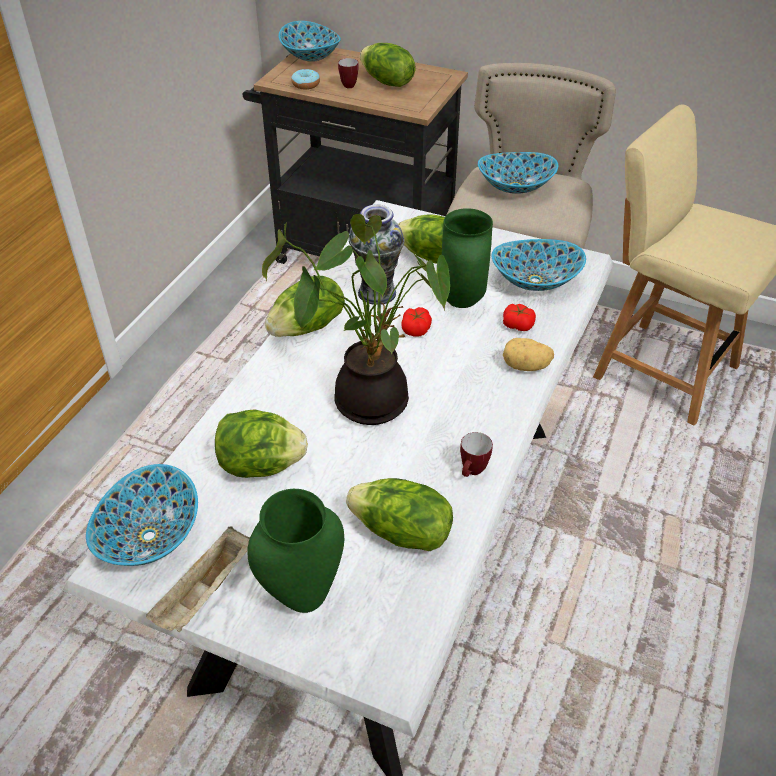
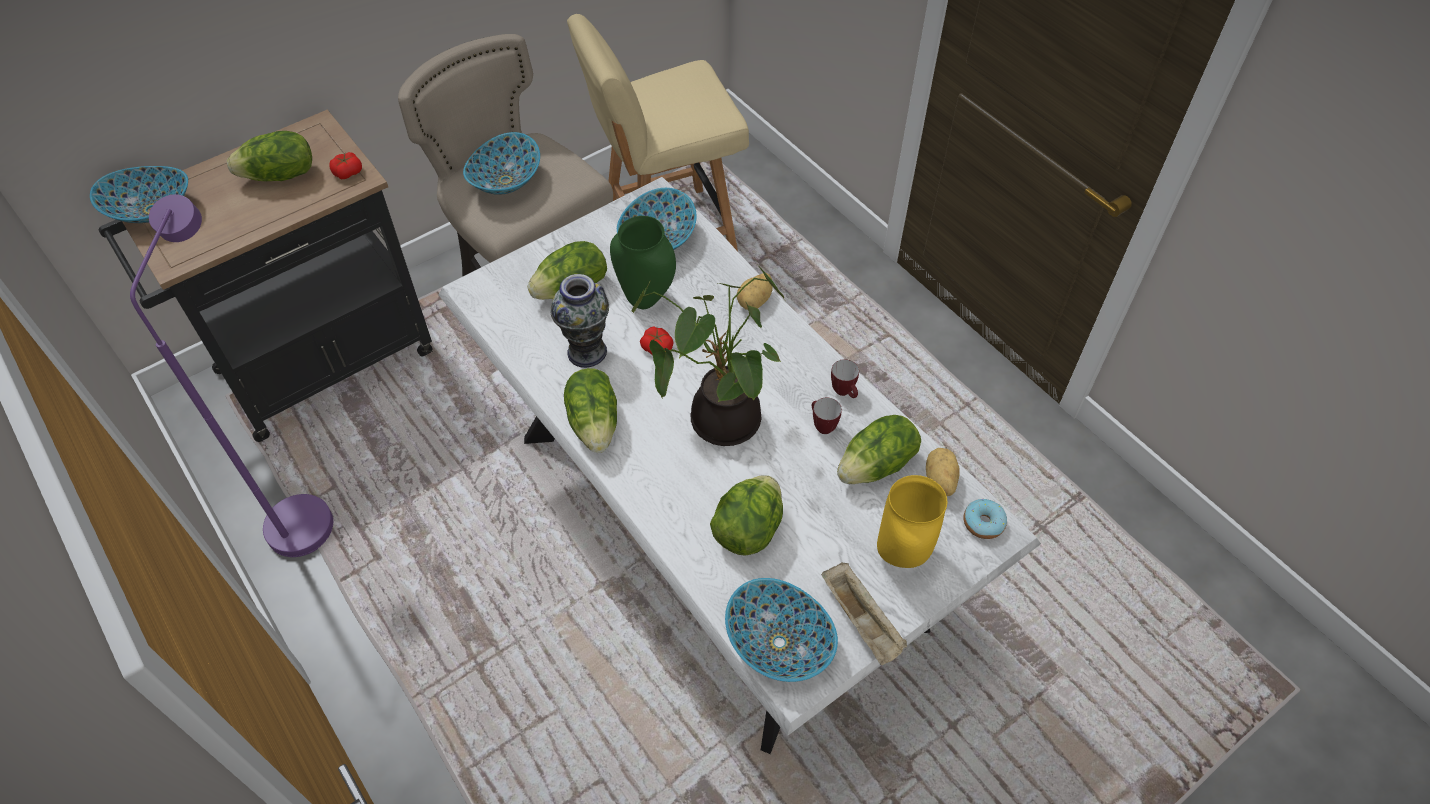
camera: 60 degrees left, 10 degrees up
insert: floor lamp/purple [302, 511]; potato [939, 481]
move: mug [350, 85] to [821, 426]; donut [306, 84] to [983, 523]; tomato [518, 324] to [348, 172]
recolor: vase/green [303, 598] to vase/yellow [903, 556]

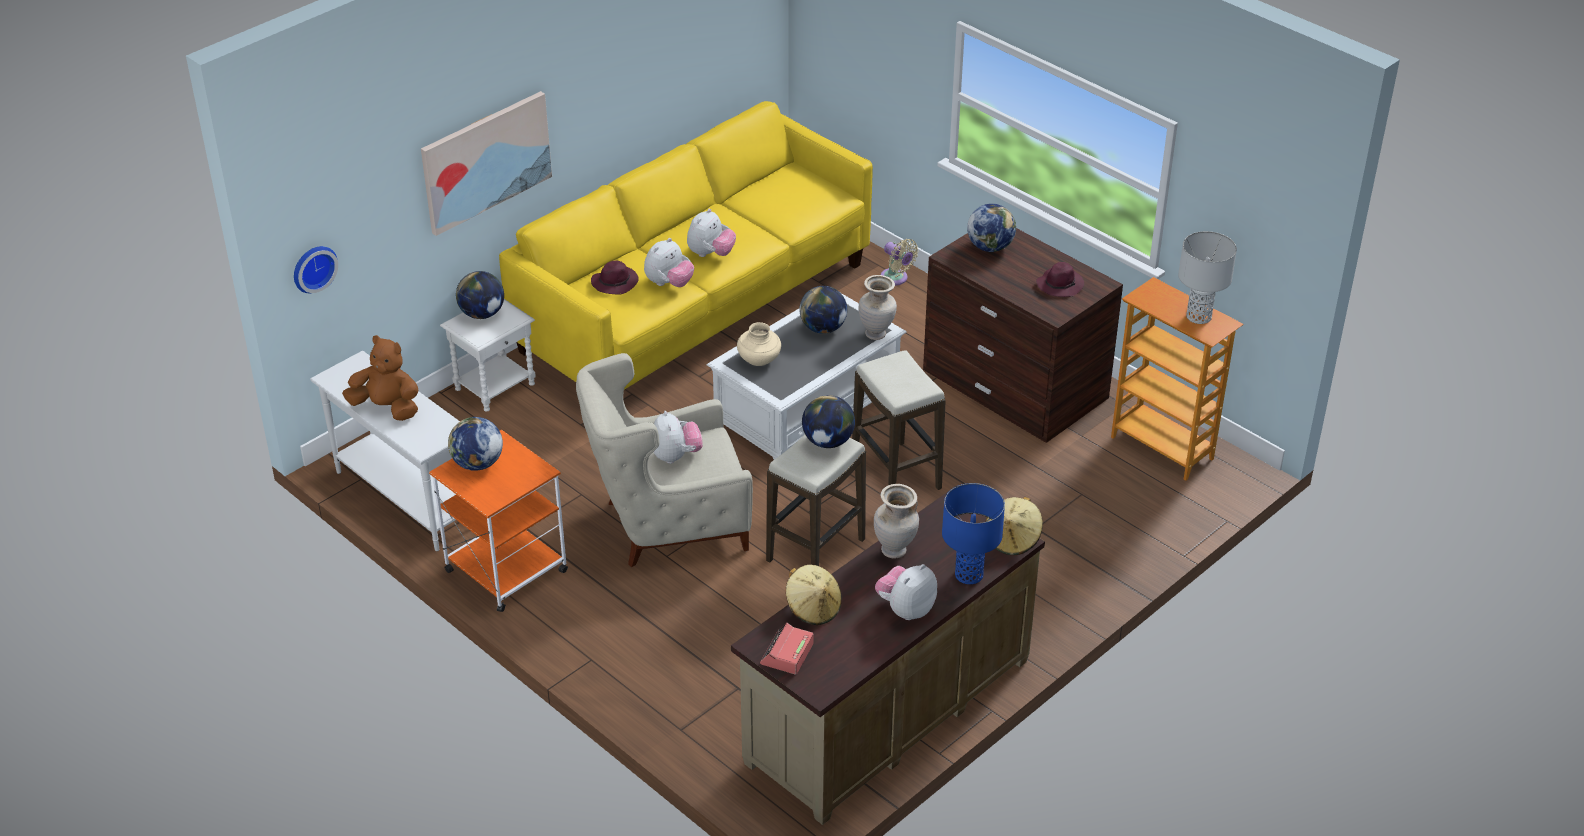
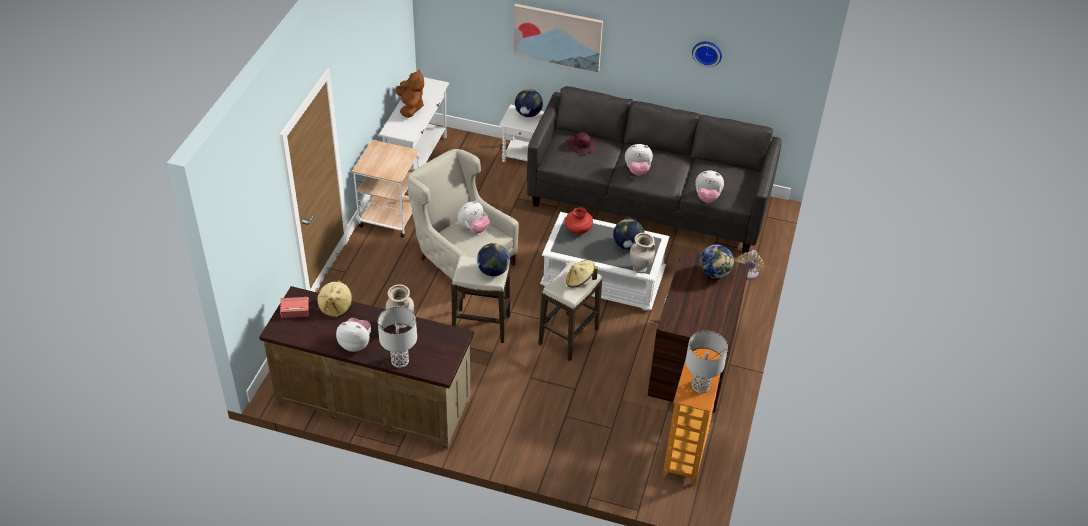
camera: 60 degrees right, 5 degrees up
delete: hat/purple [1060, 284]; globe [477, 464]
move: plush toy [669, 284] to [707, 197]; wall clock [313, 267] to [707, 52]; hat/beige [1013, 539] to [580, 281]
recolor: sofa/yellow [697, 309] to sofa/grey [648, 203]; vase/beige [759, 360] to vase/red [578, 230]; cart/orange [505, 569] to cart/beige [390, 216]; table lamp/blue [969, 575] to table lamp/white [399, 361]

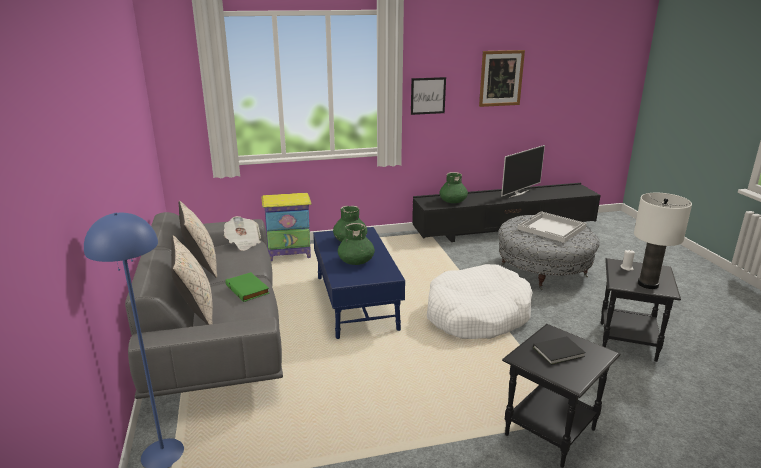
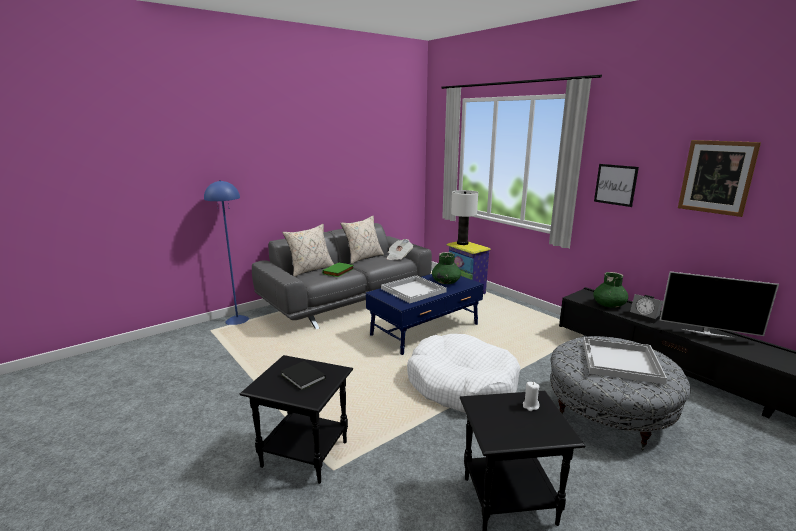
camera: 65 degrees right, 5 degrees down
insert: alarm clock [645, 317]
move: table lamp/white [648, 284] to [462, 243]
replace: vase/green [356, 261] to tray/white [414, 290]

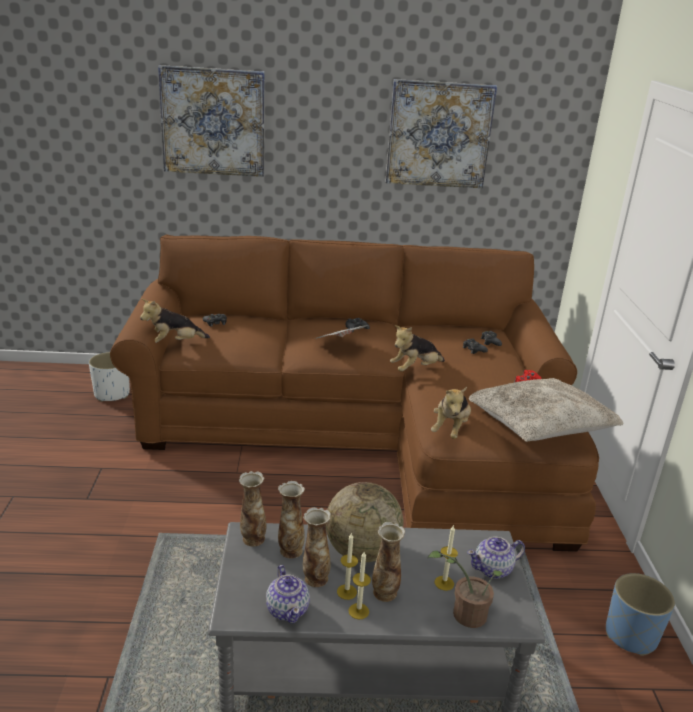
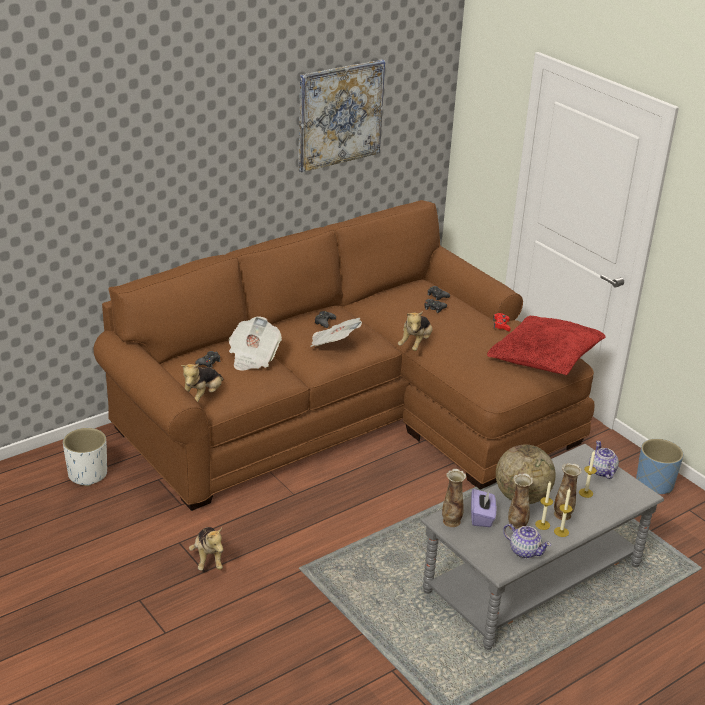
camera: 35 degrees left, 5 degrees up
delete: picture [213, 122]; potted plant [464, 614]
insert: newspaper [253, 357]
move: plush toy [450, 429] to [208, 558]
replace: vase [290, 550] to tissue box/purple [482, 517]
recolor: pillow/beige [539, 425] to pillow/red [544, 358]
rotate: teapot [493, 569] = [601, 471] 135 degrees clockwise

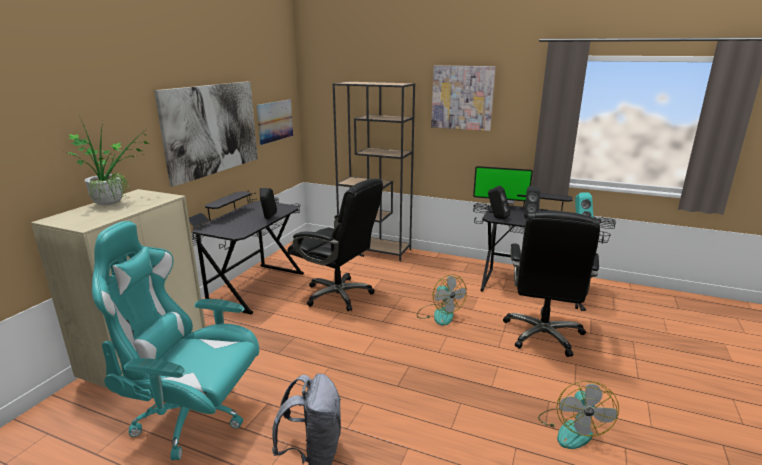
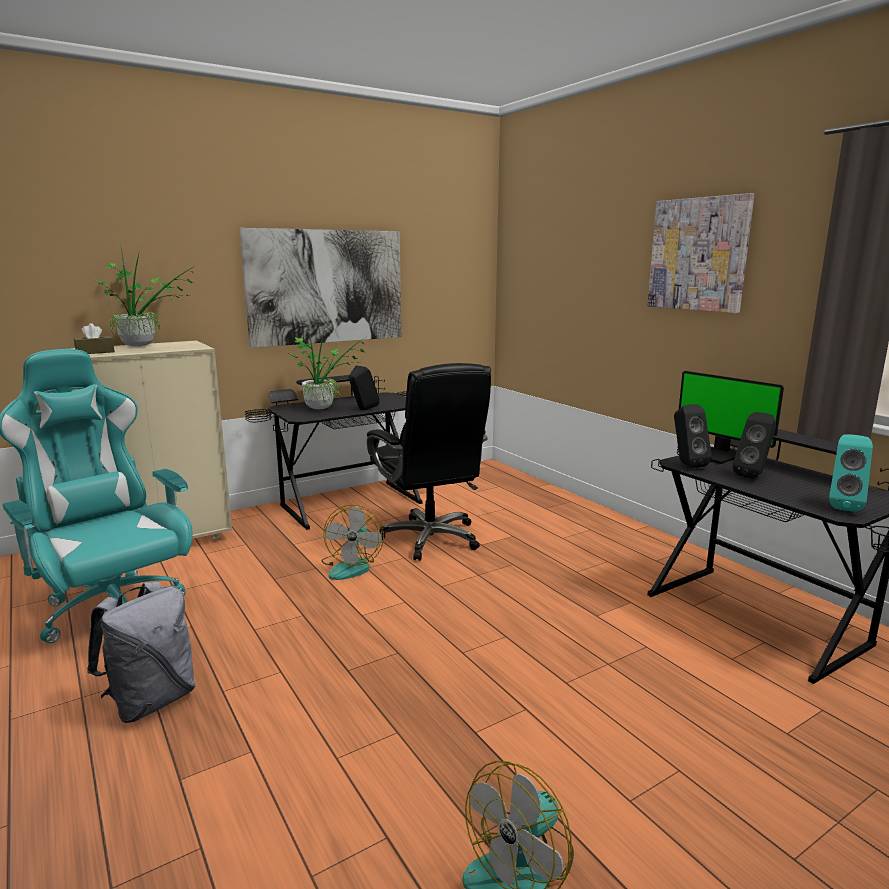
camera: 35 degrees right, 5 degrees down
delete: bookcase [375, 250]; picture [275, 121]; office chair/black [542, 333]
insert: tissue box/brown [95, 352]; potted plant [324, 407]
move: fan [439, 314] to [352, 566]

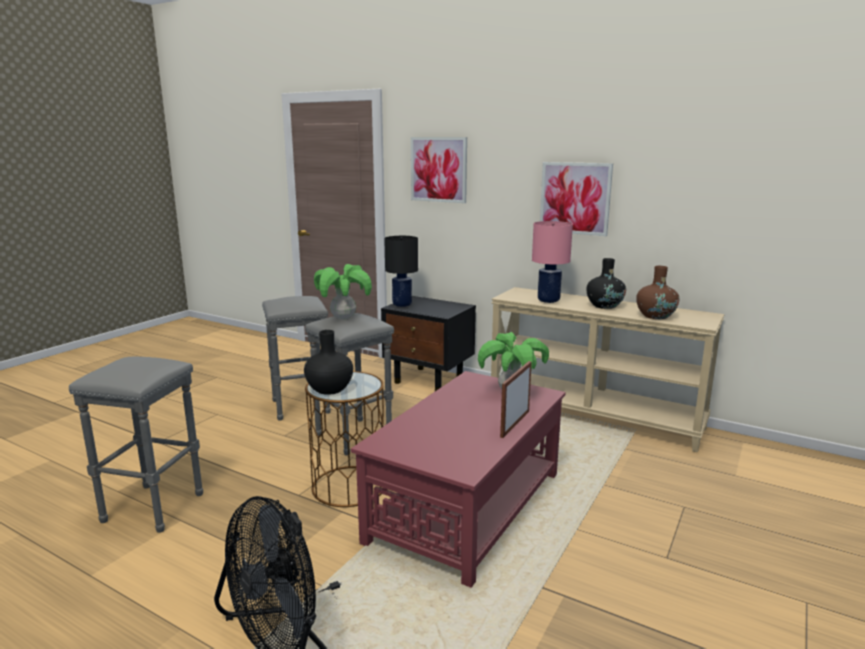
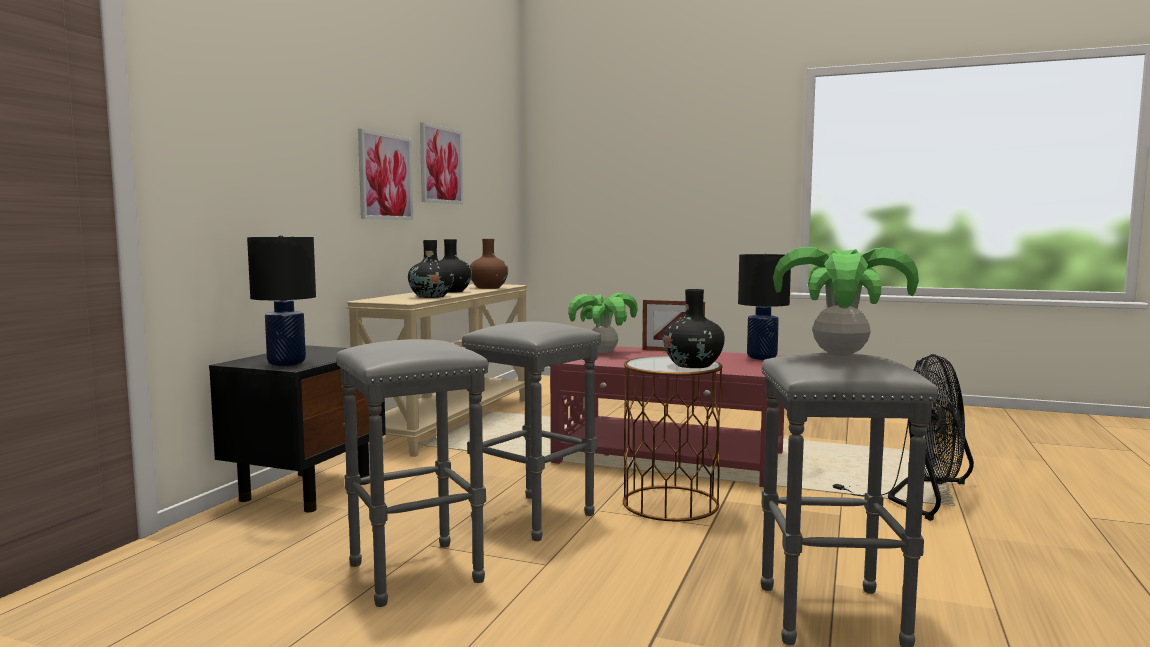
camera: 100 degrees left, 10 degrees down
insert: table lamp/black [761, 359]
move: picture [439, 169] to [440, 165]; potted plant [343, 318] to [840, 354]
replace: table lamp/pink [548, 301] to vase/black [431, 296]

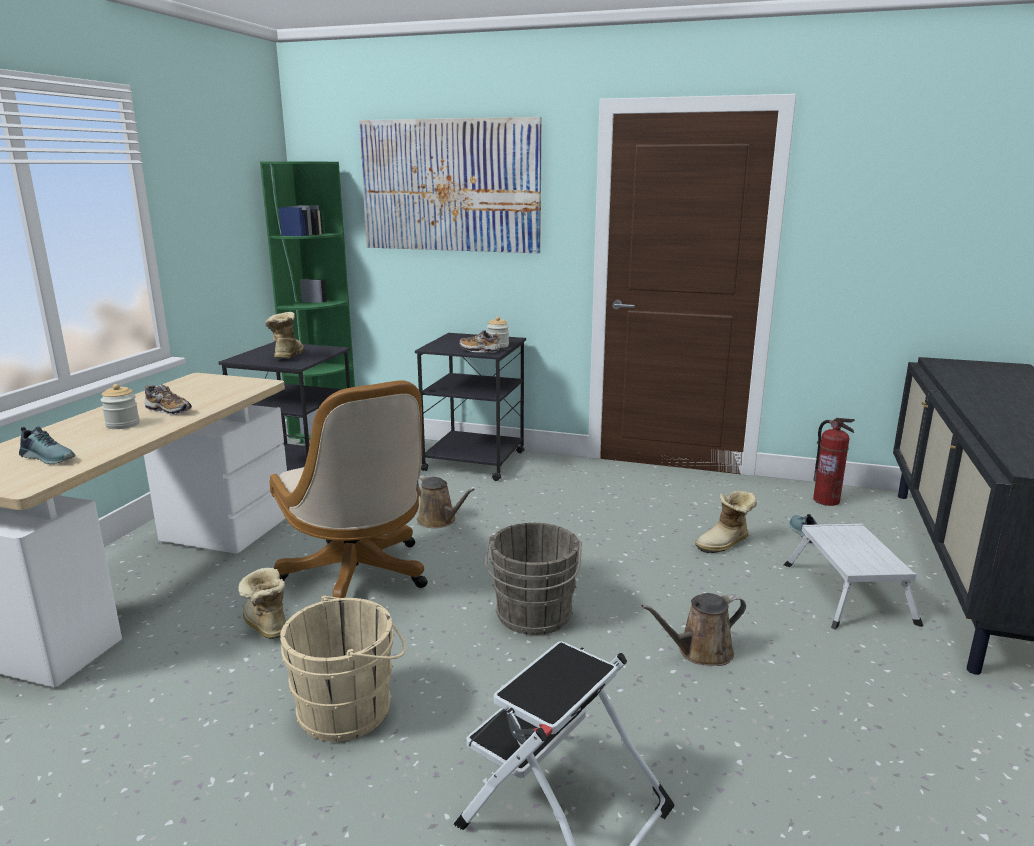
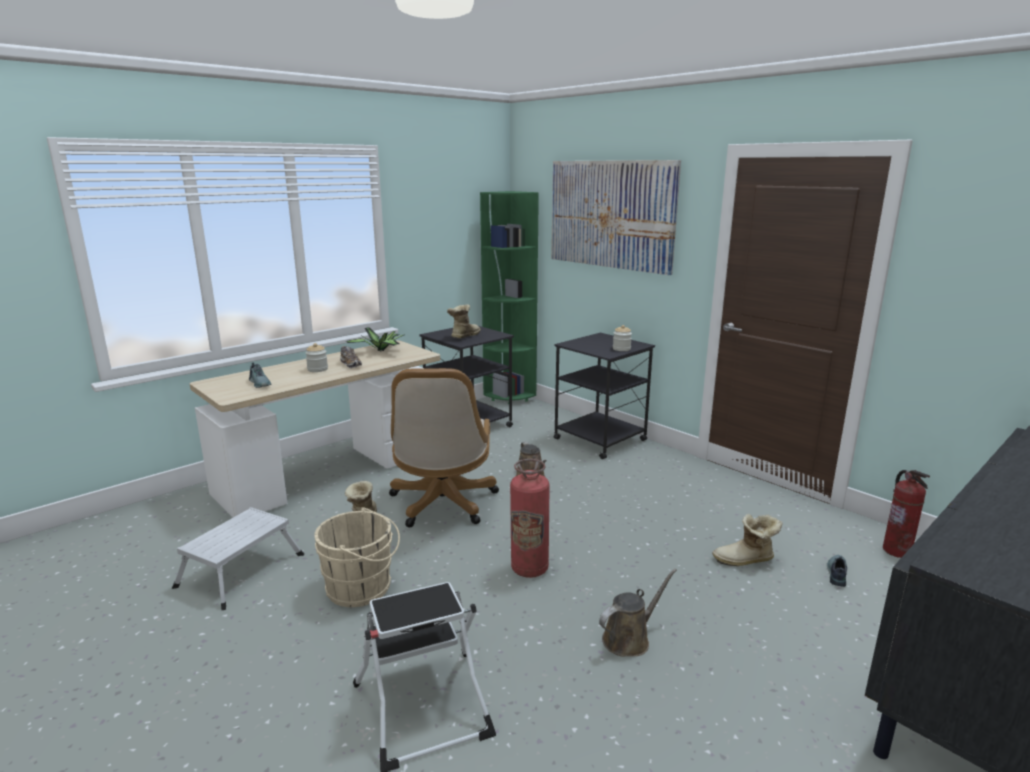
camera: 30 degrees right, 0 degrees up
delete: shoe [479, 350]
insert: potted plant [381, 351]
move: step ladder/white [848, 592] to [241, 570]
replace: bucket/grey [533, 617] to fire extinguisher [529, 569]
rotate: watering can/brown [700, 652] = [629, 639] 135 degrees clockwise

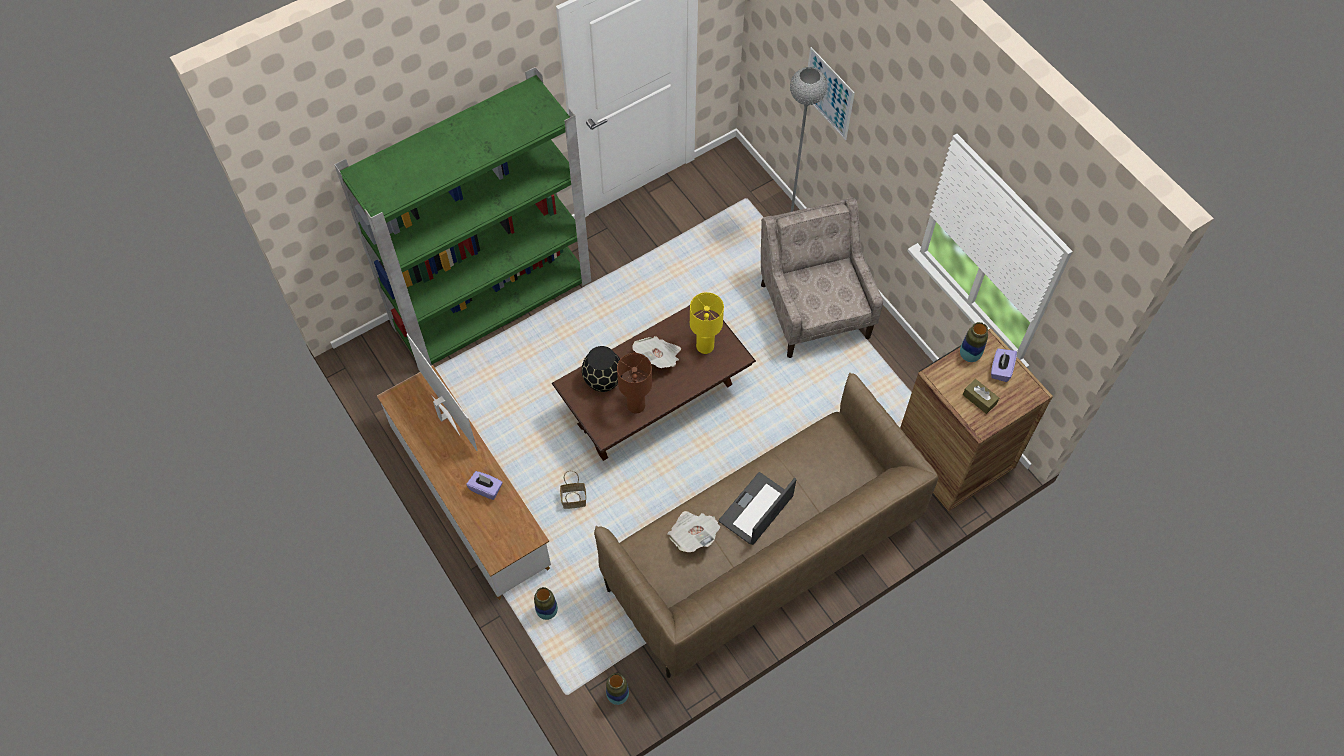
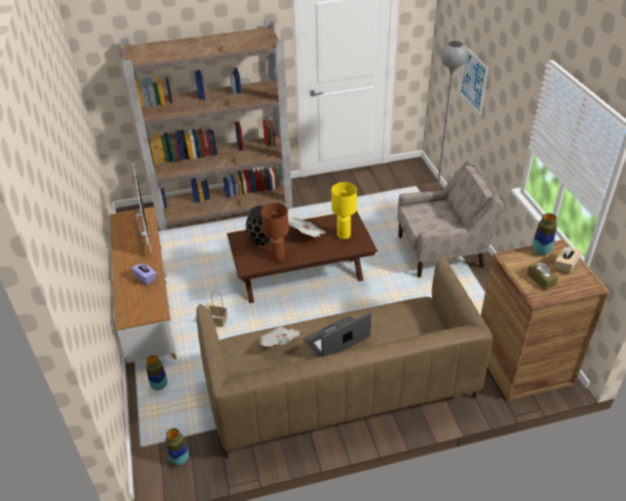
camera: 20 degrees right, 20 degrees down
recolor: bookcase/green [492, 303] to bookcase/brown [223, 205]; tissue box/purple [1000, 370] to tissue box/beige [565, 265]
rotate: armchair/beige [814, 309] = [441, 251] 75 degrees clockwise

